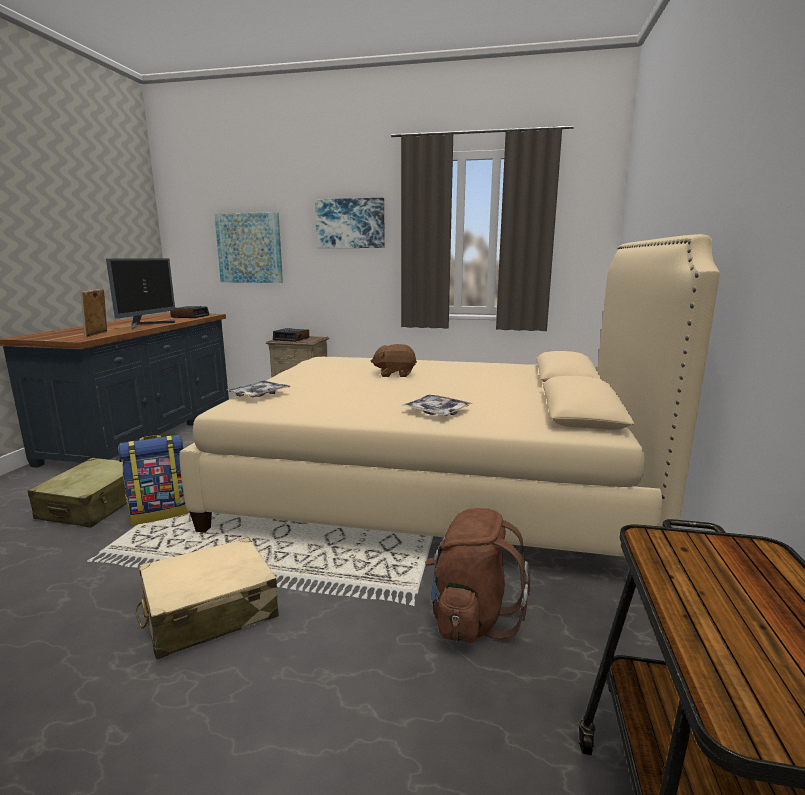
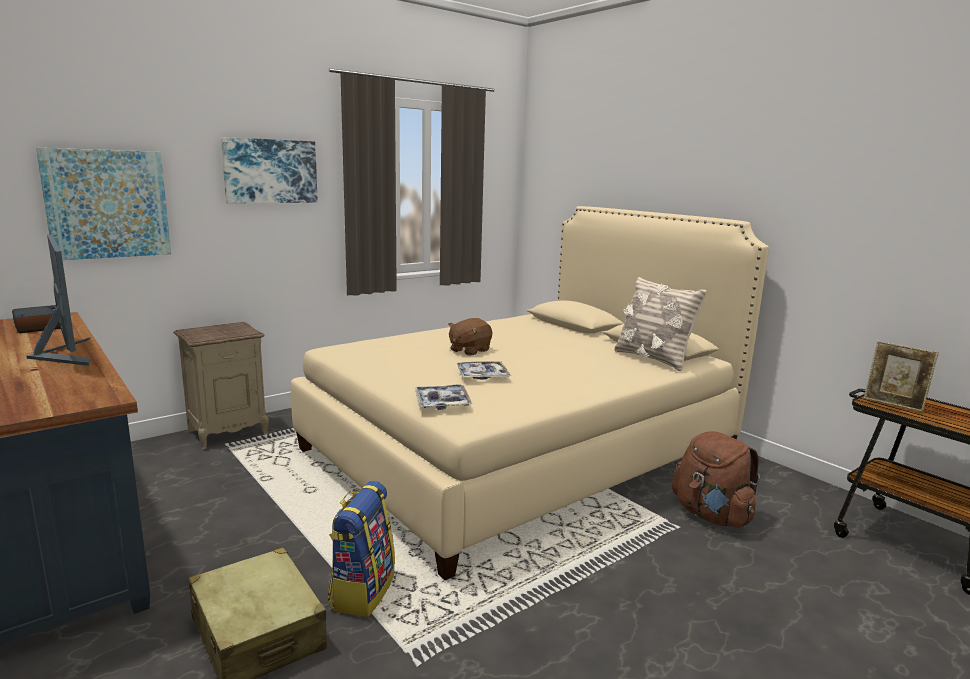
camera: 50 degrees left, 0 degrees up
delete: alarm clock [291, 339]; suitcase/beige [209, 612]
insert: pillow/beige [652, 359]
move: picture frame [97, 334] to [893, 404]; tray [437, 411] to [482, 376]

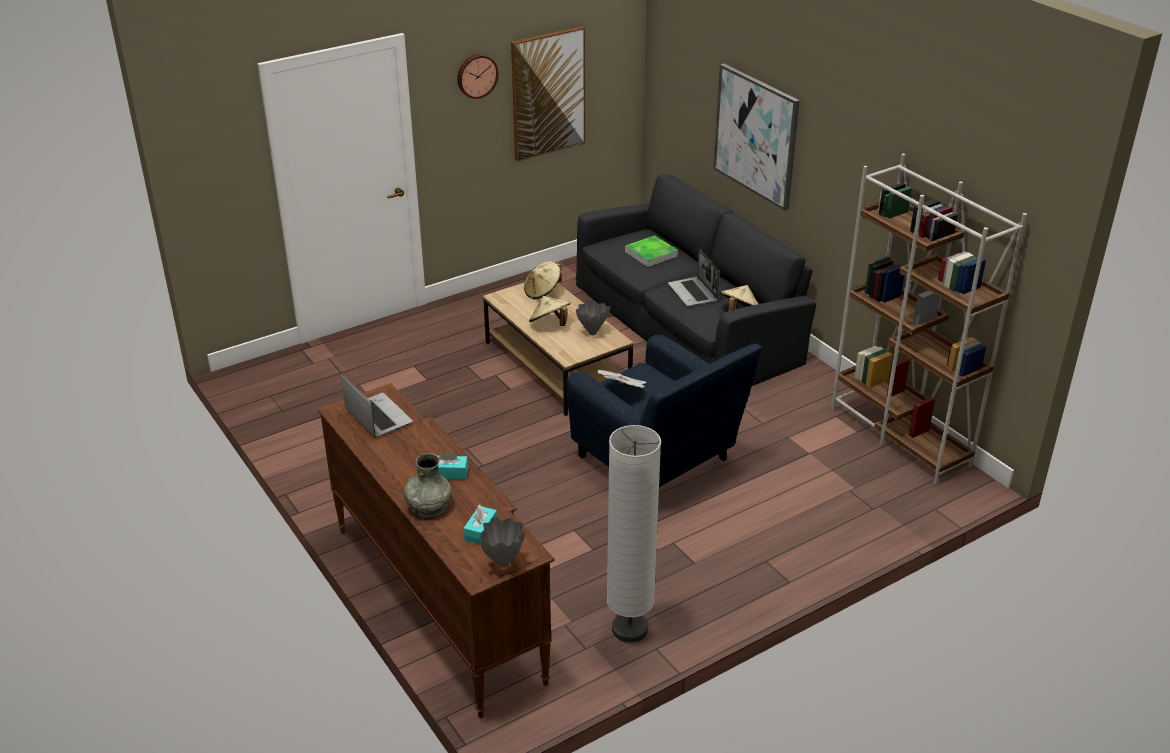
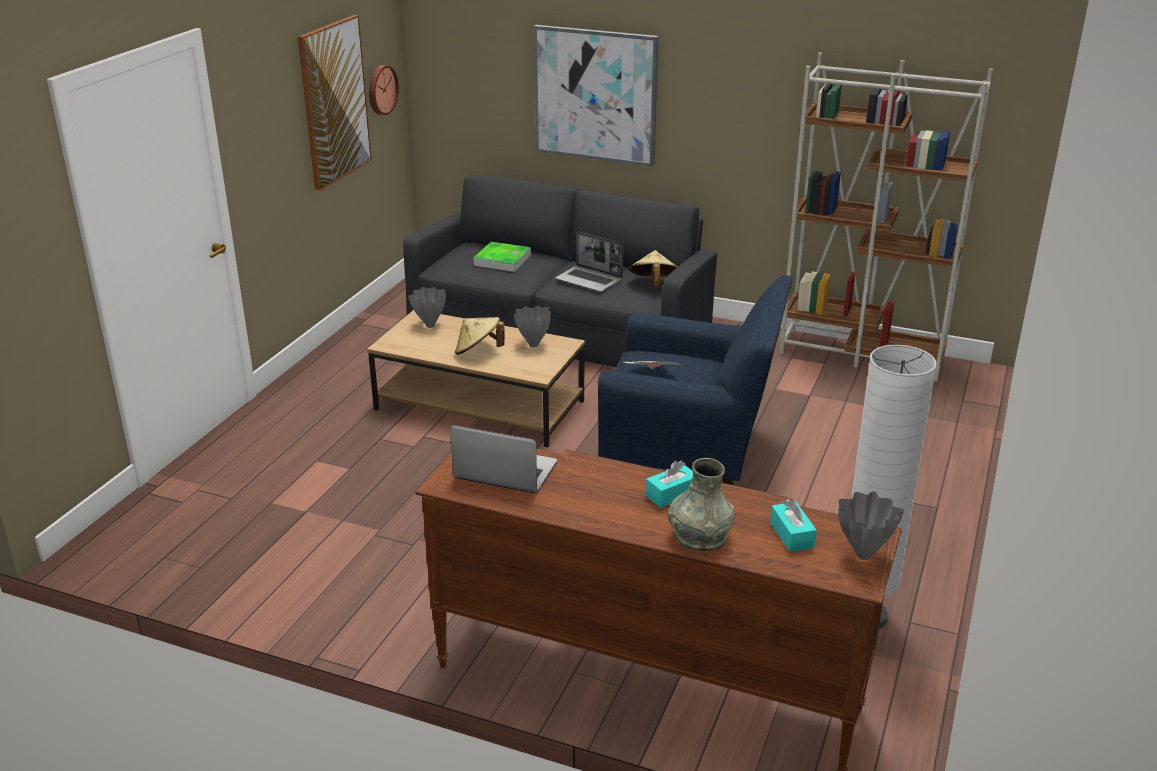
camera: 35 degrees left, 5 degrees down
move: wall clock [476, 75] to [381, 89]
replace: hat/beige [542, 292] to vase/grey [430, 325]

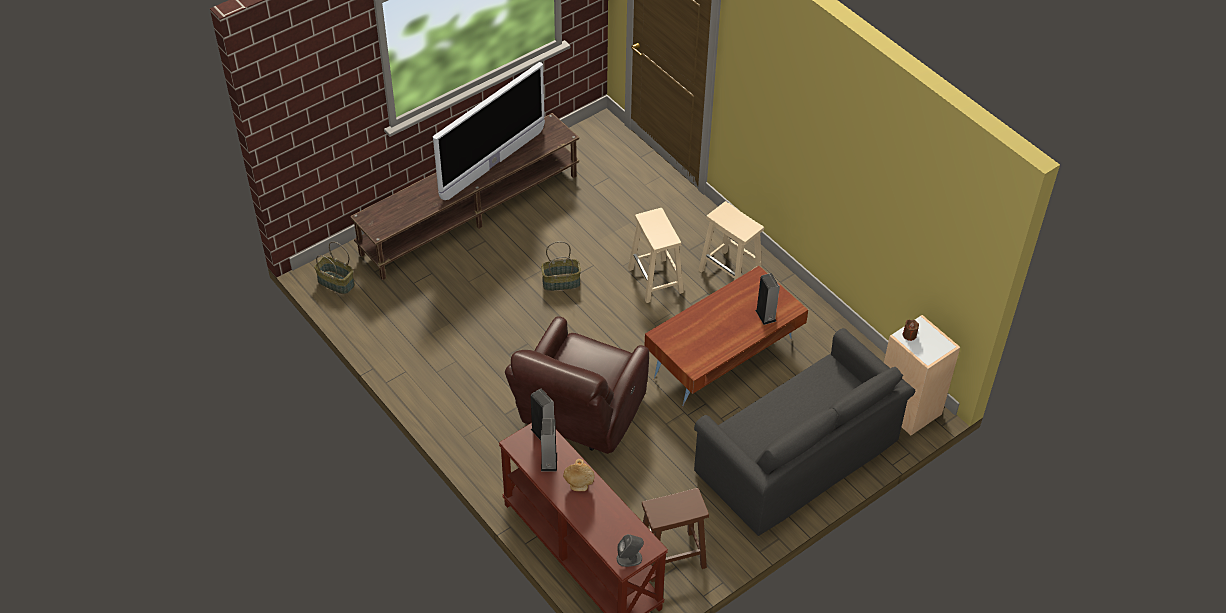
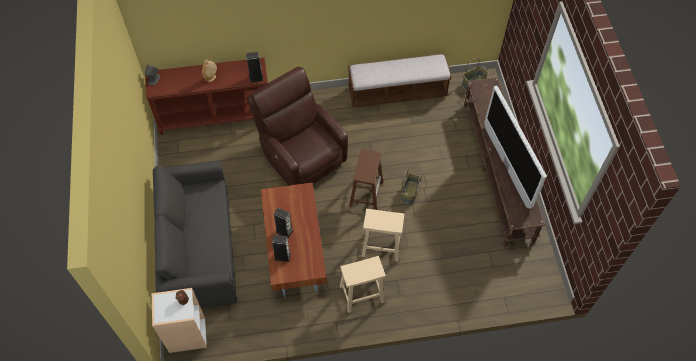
camera: 120 degrees right, 10 degrees up
insert: bench [397, 92]
move: speaker [549, 461] to [284, 231]; stool/brown [670, 556] to [366, 193]

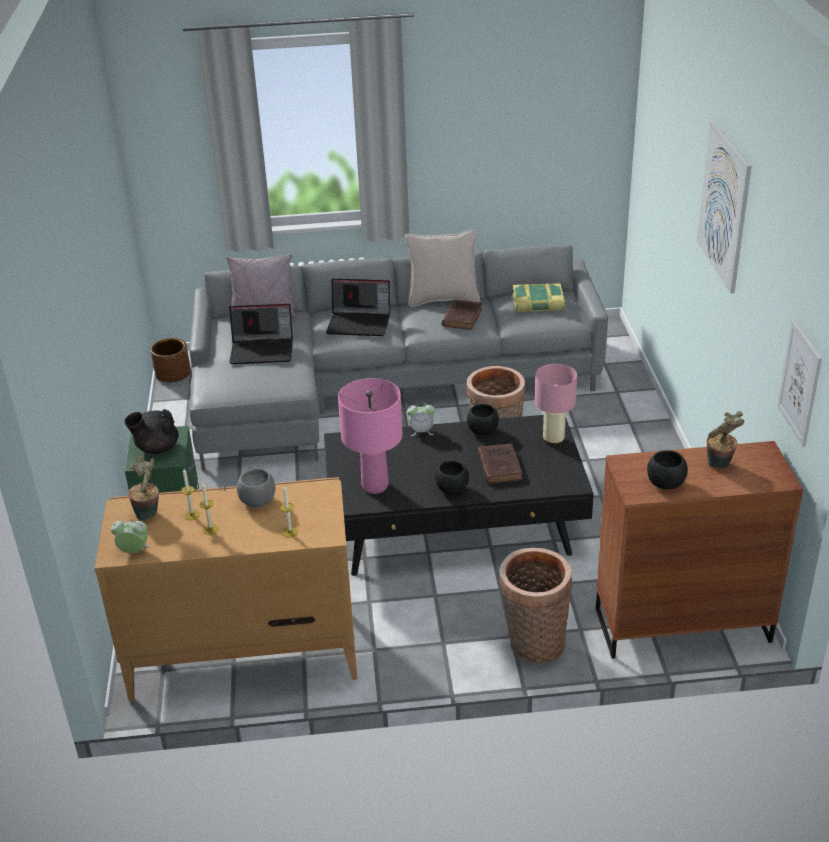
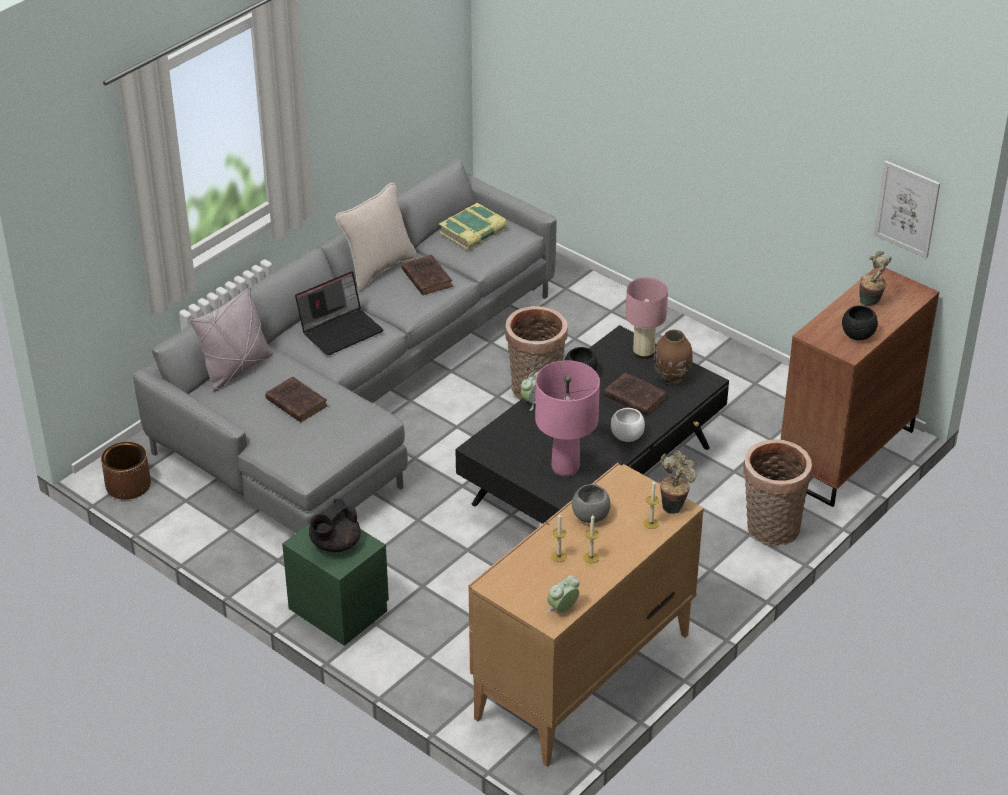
camera: 45 degrees left, 5 degrees up
delete: picture [724, 206]
insert: vase/brown [672, 378]
move: potted plant [149, 514] to [674, 505]
replace: laptop [263, 350] to book/brown [295, 402]
recolor: bowl/black [452, 490] to bowl/white [627, 436]

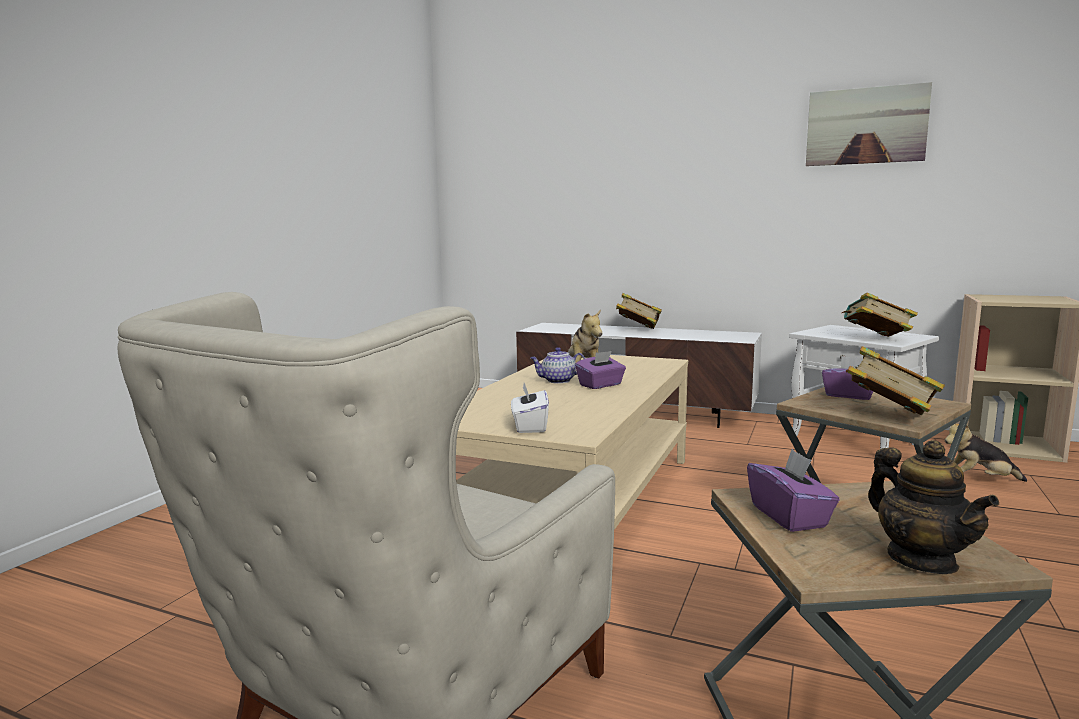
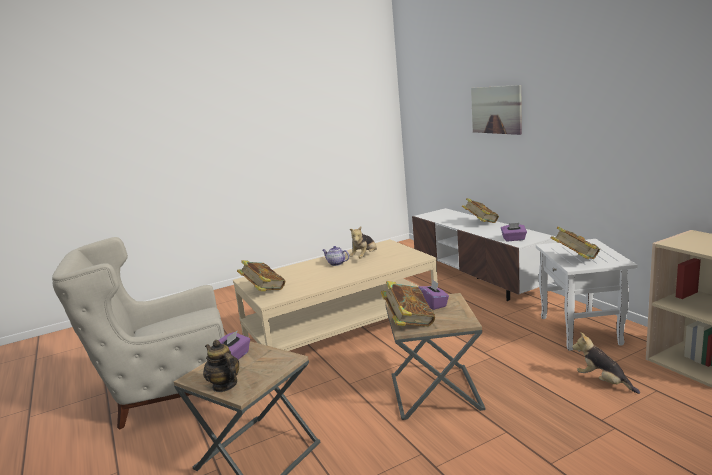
camera: 40 degrees right, 5 degrees up
move: picture [866, 126] to [496, 110]; tissue box/purple [601, 385] to [514, 239]
replace: tissue box/white [529, 426] to book [263, 291]
rotate: teapot [922, 560] = [224, 385] 120 degrees clockwise

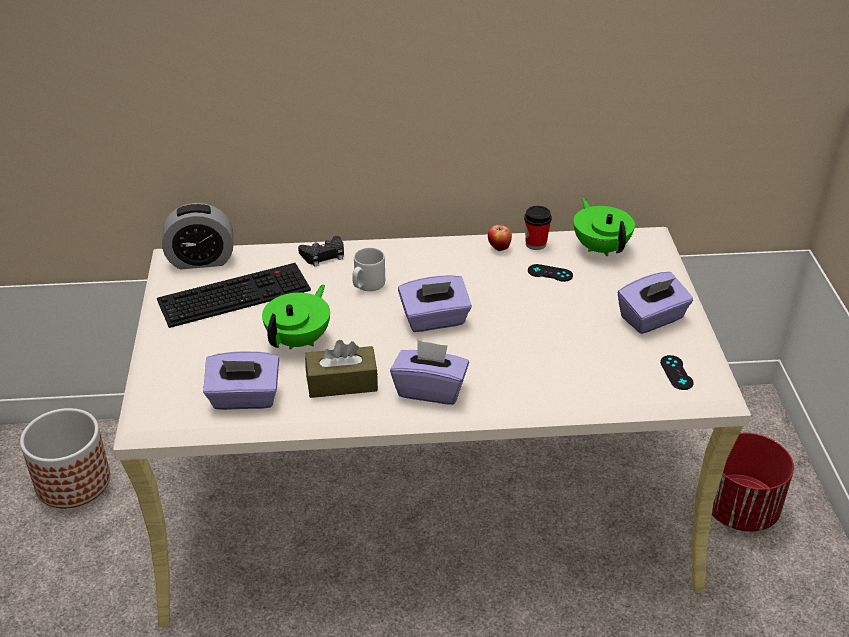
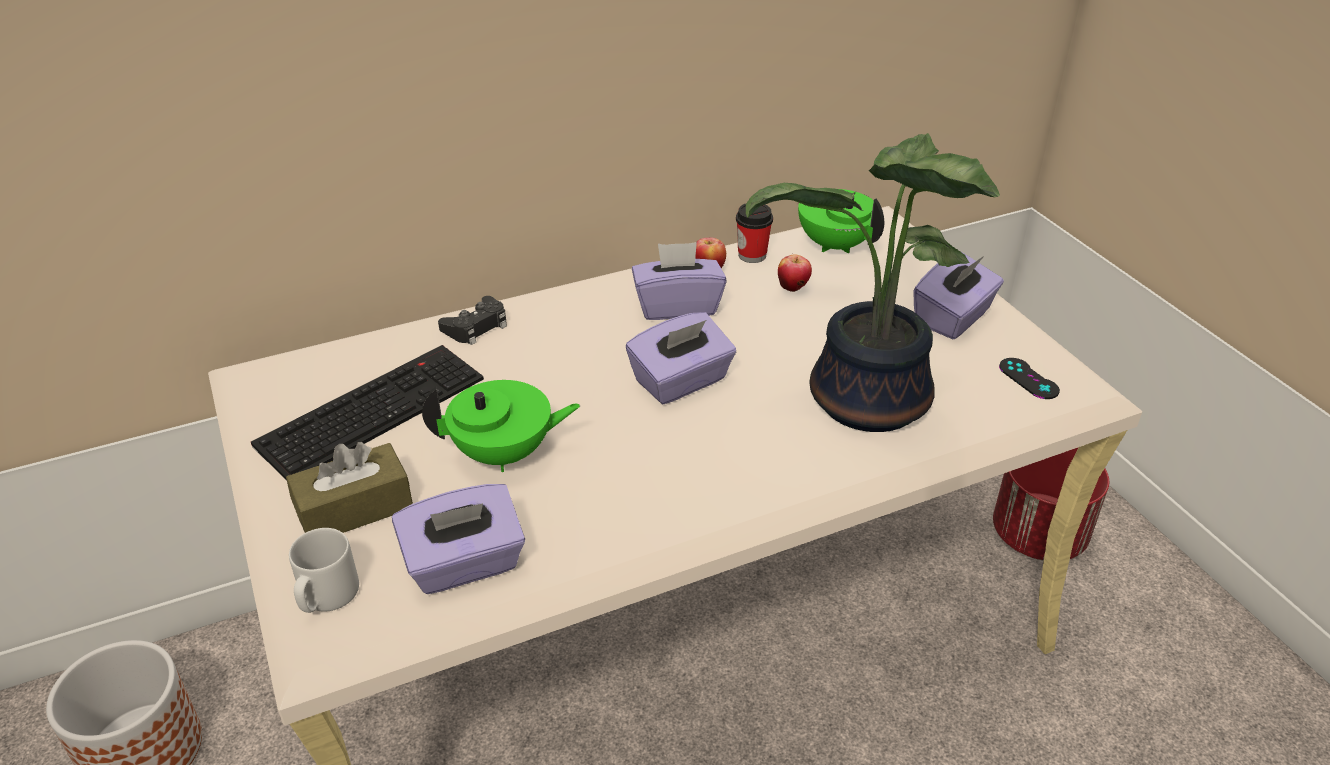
camera: 20 degrees left, 0 degrees up
delete: alarm clock [201, 260]
insert: potted plant [866, 404]
move: mug/grey [367, 285] to [326, 596]; tissue box/brown [342, 383] to [354, 509]; tissue box/purple [430, 389] to [677, 306]
replace: game controller/black [550, 273] to apple [793, 288]
rotate: teapot/green [299, 340] = [504, 454] 75 degrees clockwise

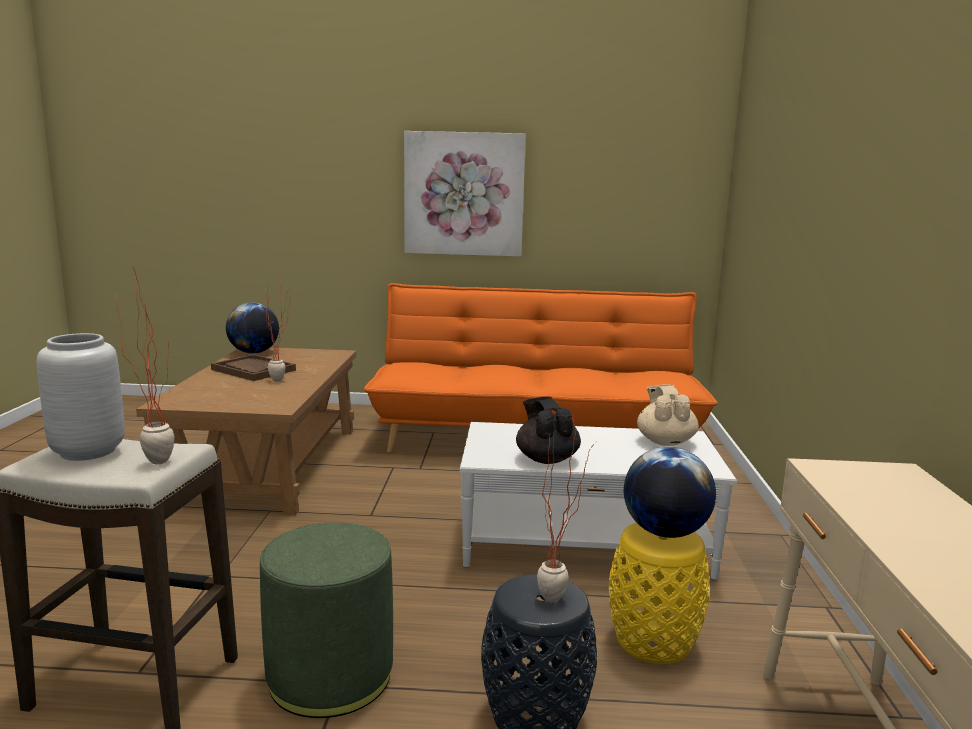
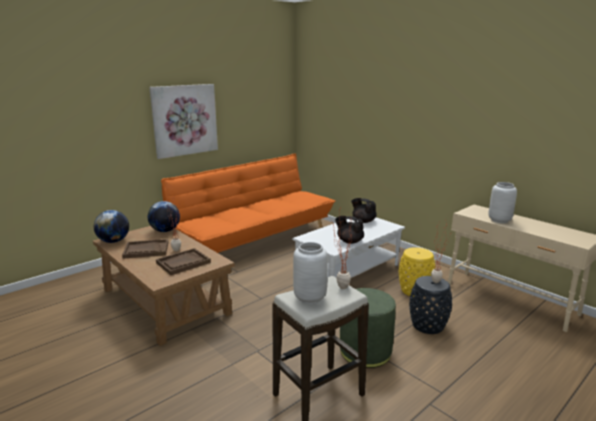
camera: 45 degrees left, 5 degrees up
insert: vase/grey [499, 220]; tray/brown [183, 263]
move: globe [665, 532] to [165, 231]
recolor: teapot/beige [665, 441] to teapot/black [363, 221]

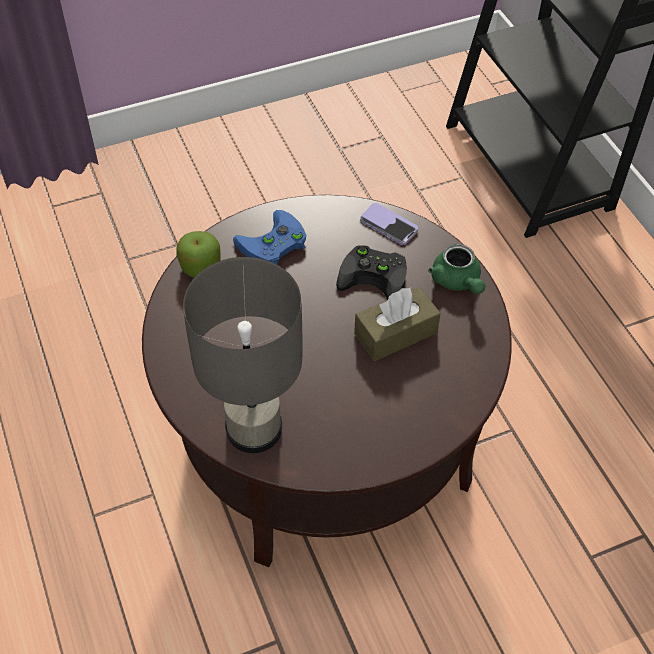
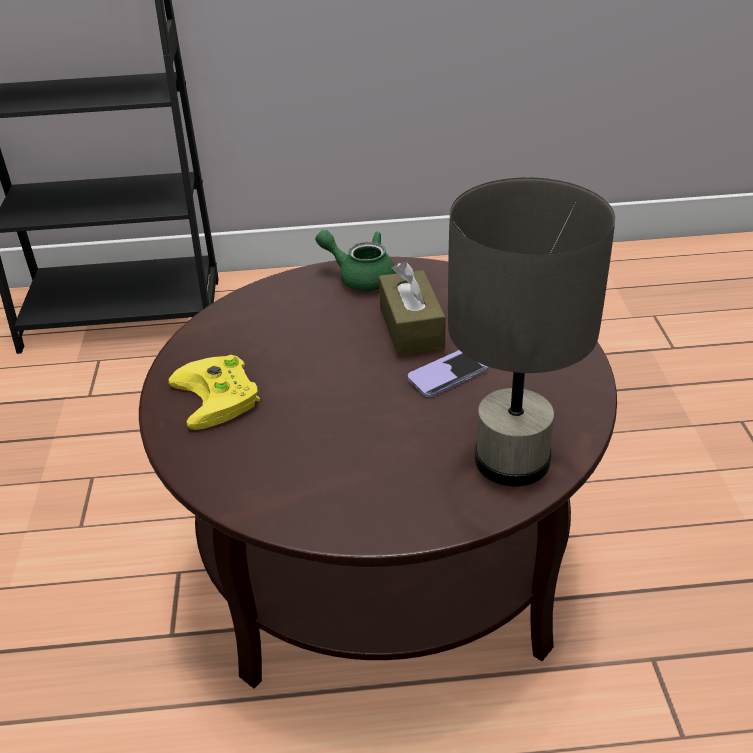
camera: 70 degrees left, 15 degrees down
delete: apple [200, 267]; game controller/black [376, 276]
move: phone [388, 225] to [447, 375]
recolor: game controller/blue [272, 245] to game controller/yellow [220, 397]
rotate: teapot/green [457, 281] = [360, 277] 150 degrees counterclockwise

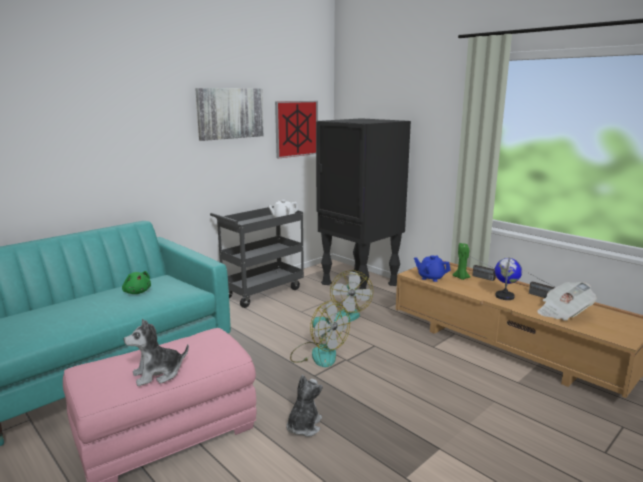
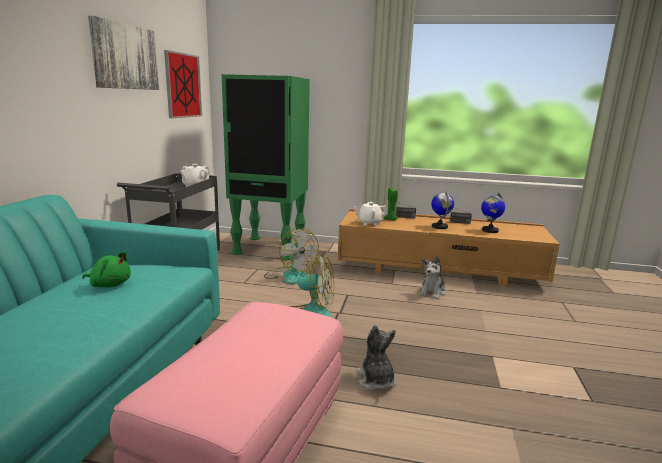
camera: 35 degrees left, 0 degrees up
move: plush toy [158, 374] to [432, 292]
replace: newspaper [563, 313] to globe [489, 230]
recolor: cabinet/black [359, 284] to cabinet/green [270, 248]; teapot/blue [431, 278] to teapot/white [369, 223]

